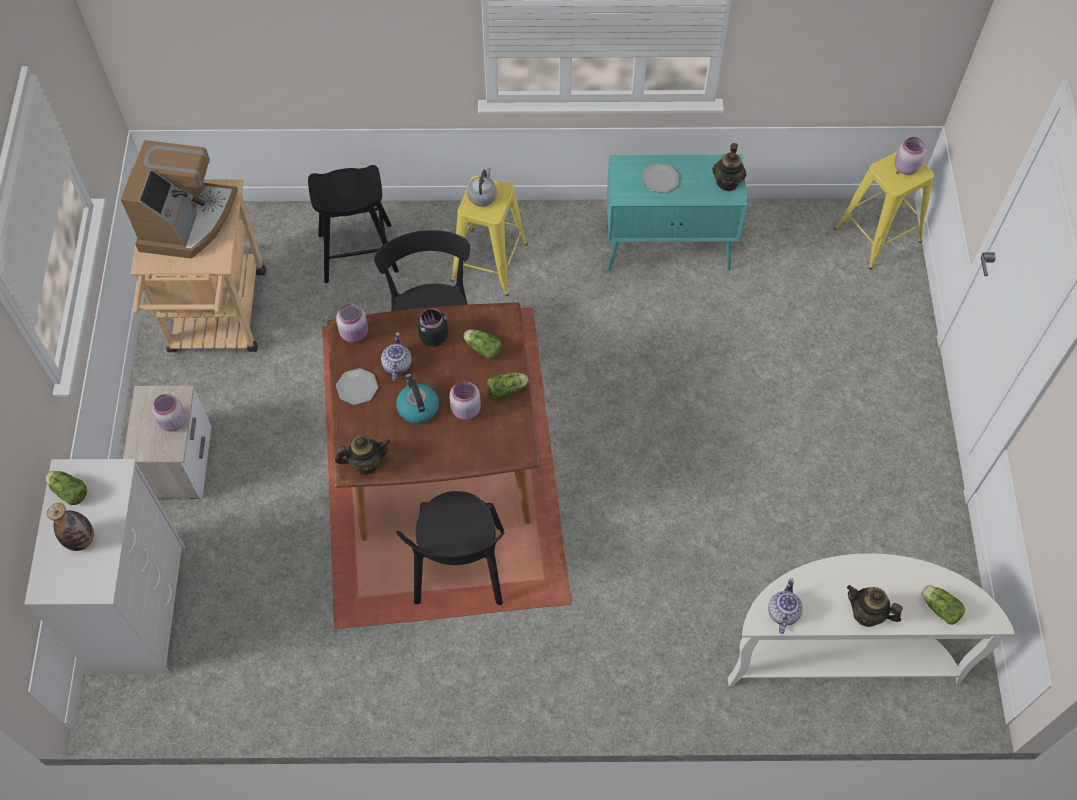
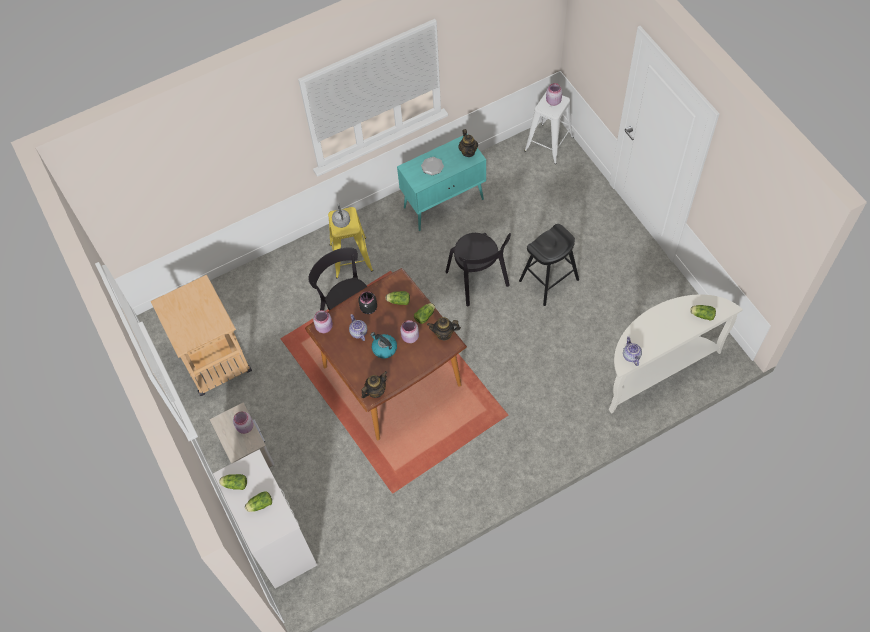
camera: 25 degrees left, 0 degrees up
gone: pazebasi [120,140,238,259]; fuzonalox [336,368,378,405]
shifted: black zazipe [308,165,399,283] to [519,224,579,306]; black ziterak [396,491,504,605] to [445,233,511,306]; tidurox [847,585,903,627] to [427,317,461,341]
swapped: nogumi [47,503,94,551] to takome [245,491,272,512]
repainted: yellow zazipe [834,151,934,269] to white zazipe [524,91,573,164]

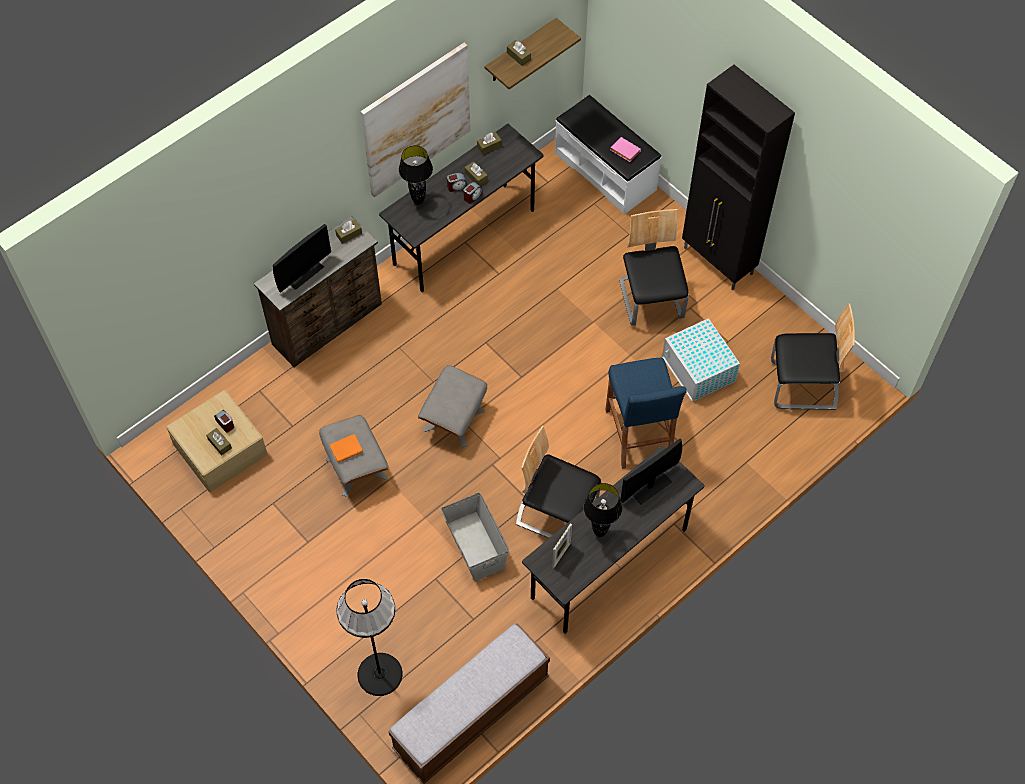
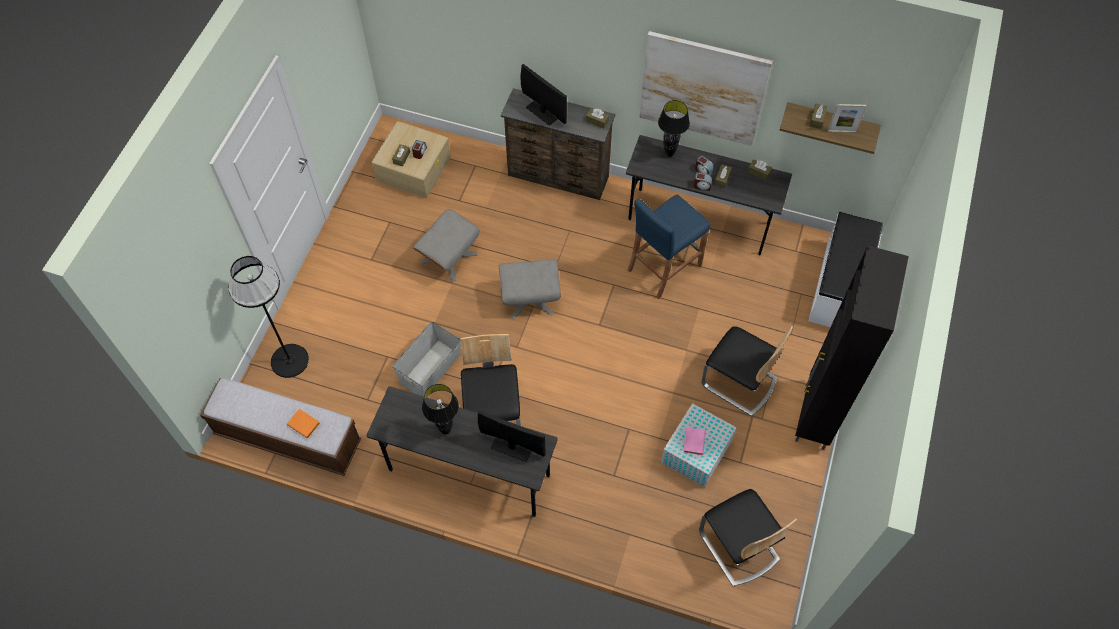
camera: 60 degrees right, 0 degrees up
shifted: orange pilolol [330,434,363,463] to [287,409,320,438]; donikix [552,523,572,568] to [828,104,866,133]; blue zazipe [605,357,687,469] to [627,195,710,299]; pink pilolol [611,137,641,162] to [683,427,705,455]
rotated: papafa [273,224,331,293] = [520,64,567,126] 150 degrees counterclockwise; ziterak [619,209,688,326] = [702,326,793,416] 75 degrees clockwise

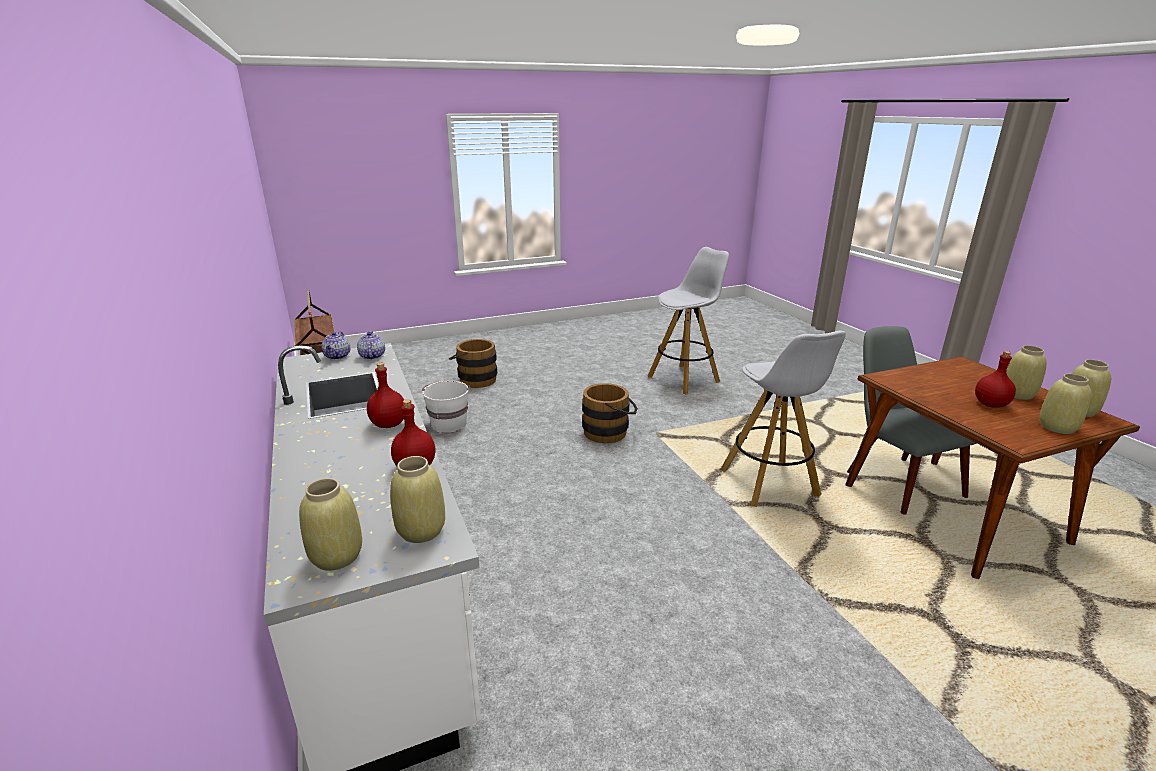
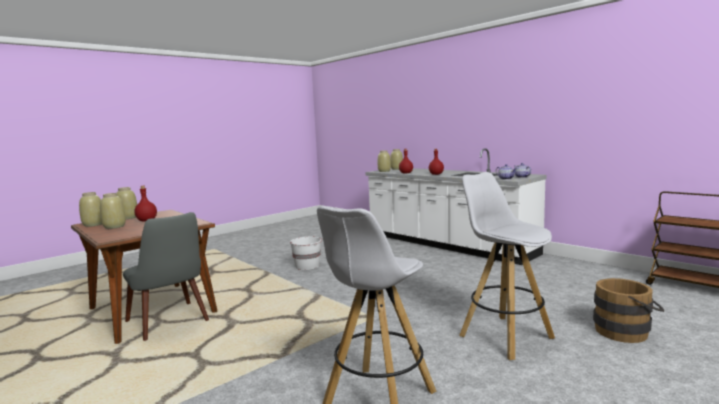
camera: 160 degrees right, 15 degrees down
gone: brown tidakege [582,383,638,443]
shifted: white tidakege [422,381,470,433] to [290,237,322,270]; white zazipe [720,331,846,507] to [459,172,555,360]

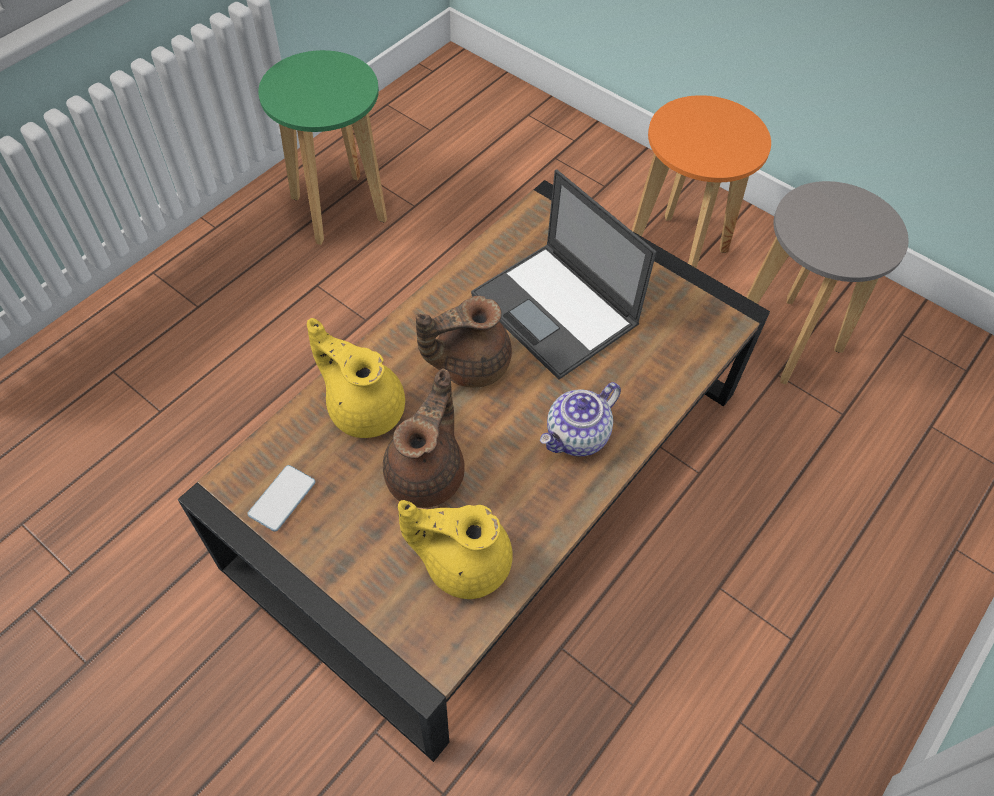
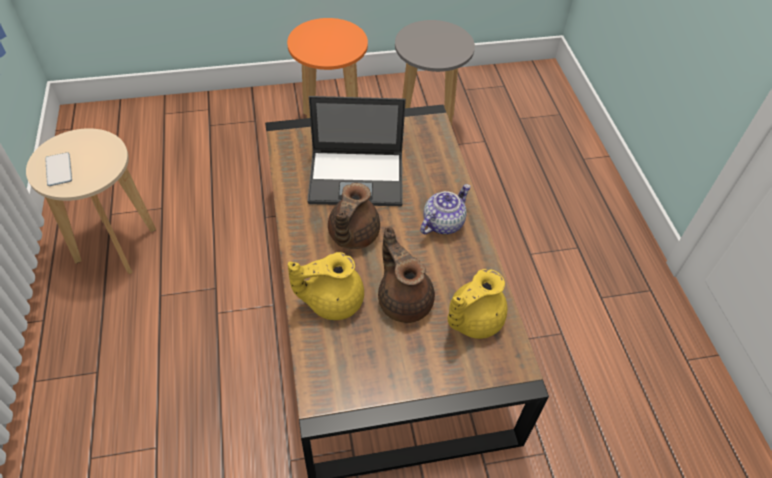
camera: 50 degrees left, 5 degrees down
shifted: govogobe [248,465,316,532] to [45,152,72,186]
repainted: green zazipe [258,50,387,245] to beige zazipe [26,128,156,274]
rotated: tidurox [540,382,621,456] = [420,184,470,234] 135 degrees counterclockwise

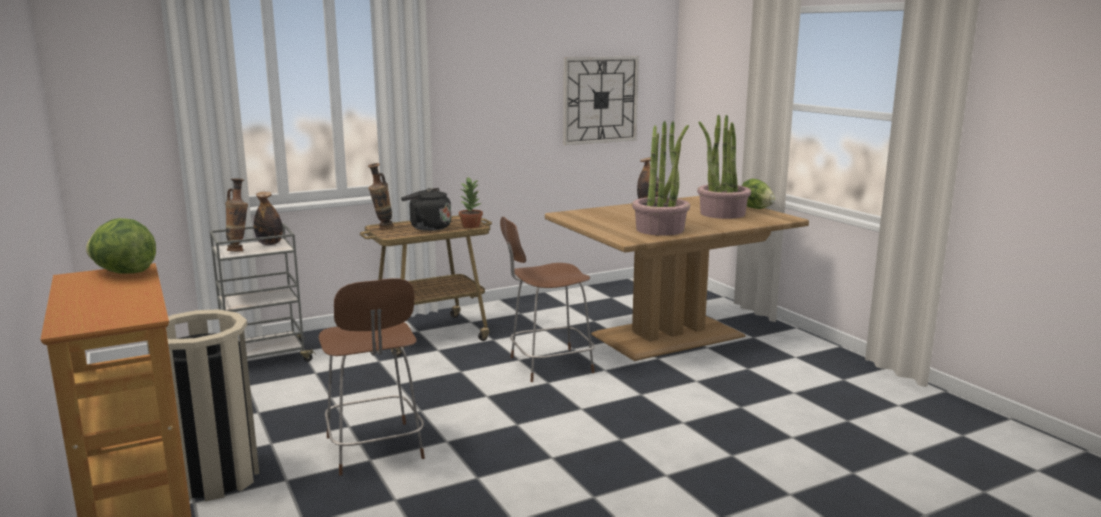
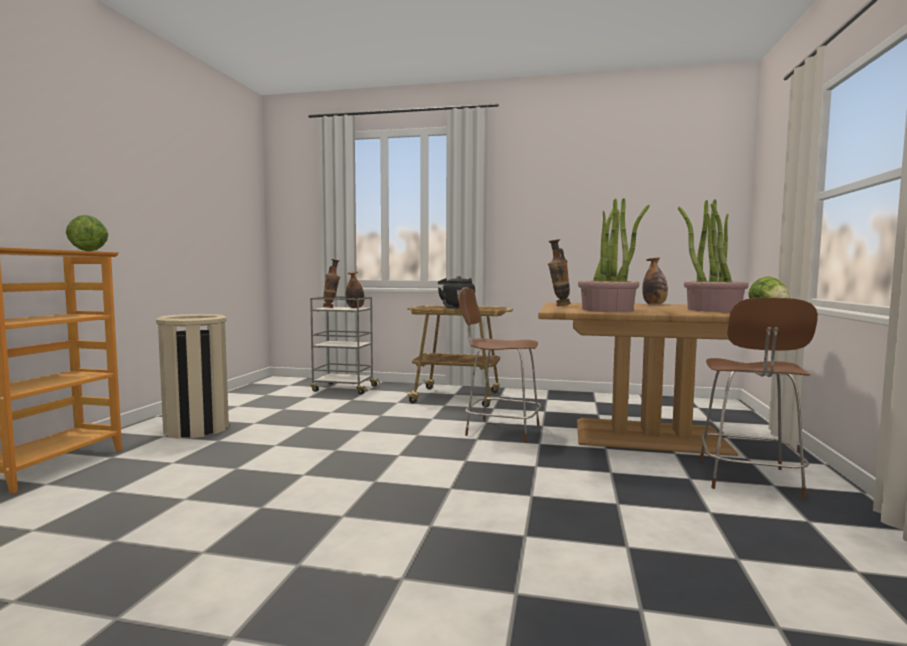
camera: 40 degrees right, 10 degrees down
gone: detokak [459,177,483,228]; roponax [563,56,639,145]
shifted: brown zazipe [319,278,425,476] to [700,298,818,499]; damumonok [368,163,394,230] to [548,239,571,306]

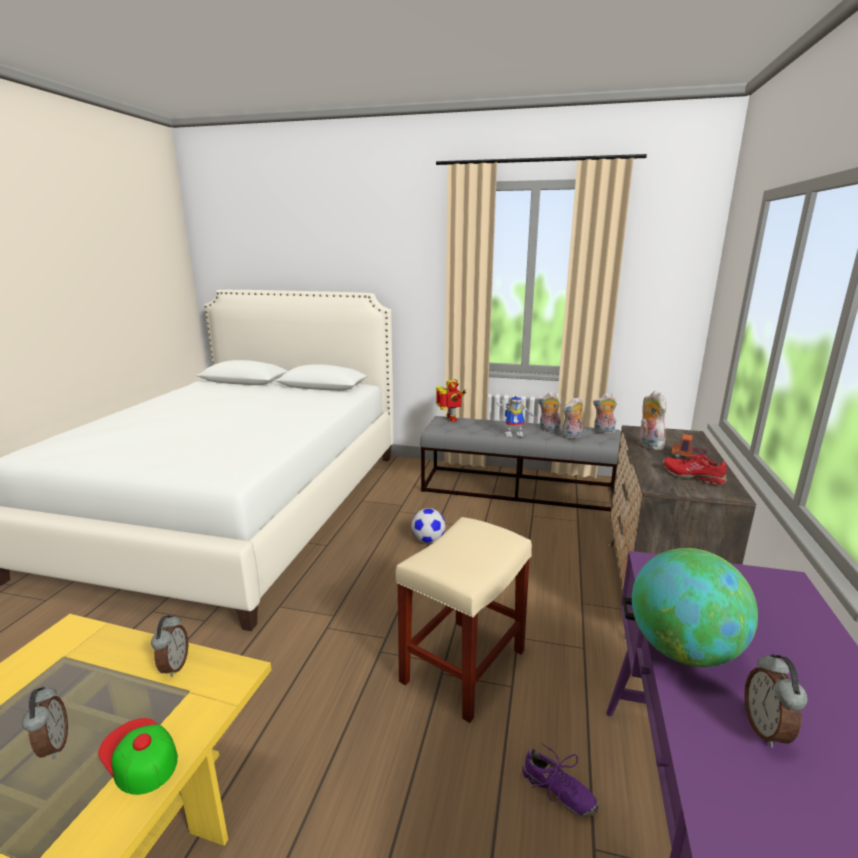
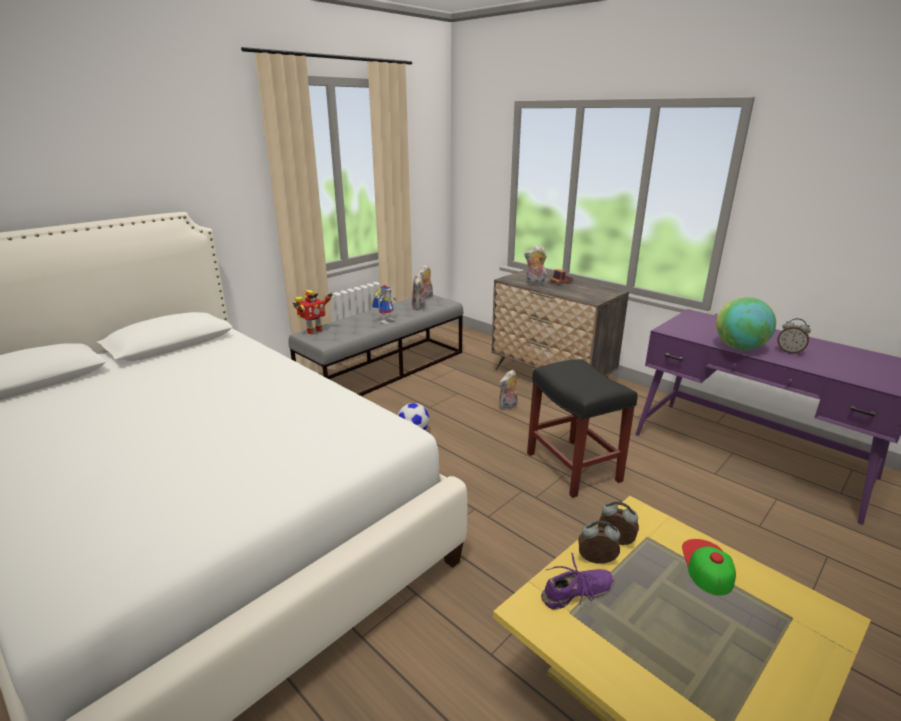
camera: 60 degrees left, 5 degrees up
gone: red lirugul [662,454,727,485]
shifted: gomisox [22,687,68,759] to [578,521,620,563]; purple lirugul [522,744,598,817] to [541,553,615,610]; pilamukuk [538,392,561,433] to [499,369,518,410]
repainted: beige zazipe [395,517,532,723] to black zazipe [527,359,637,498]
rotated: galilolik [98,718,178,795] = [682,539,736,595] 120 degrees clockwise; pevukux [436,379,466,422] = [293,290,333,334] 120 degrees clockwise

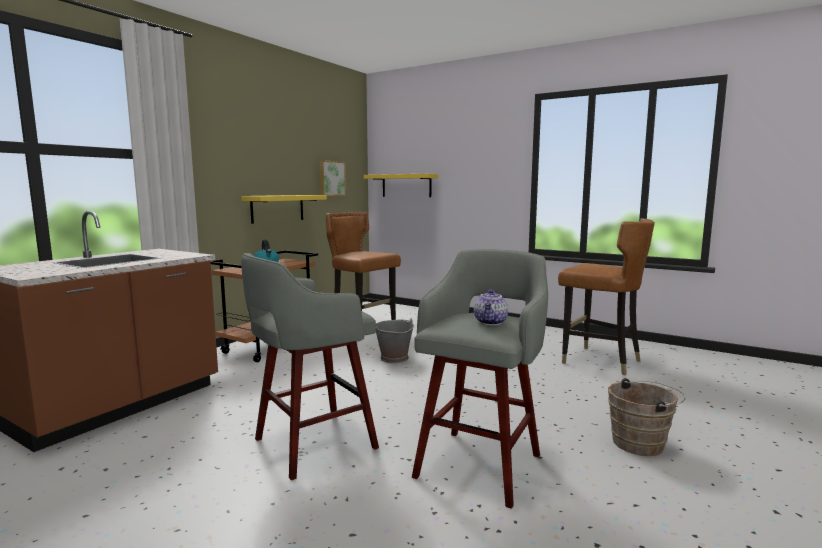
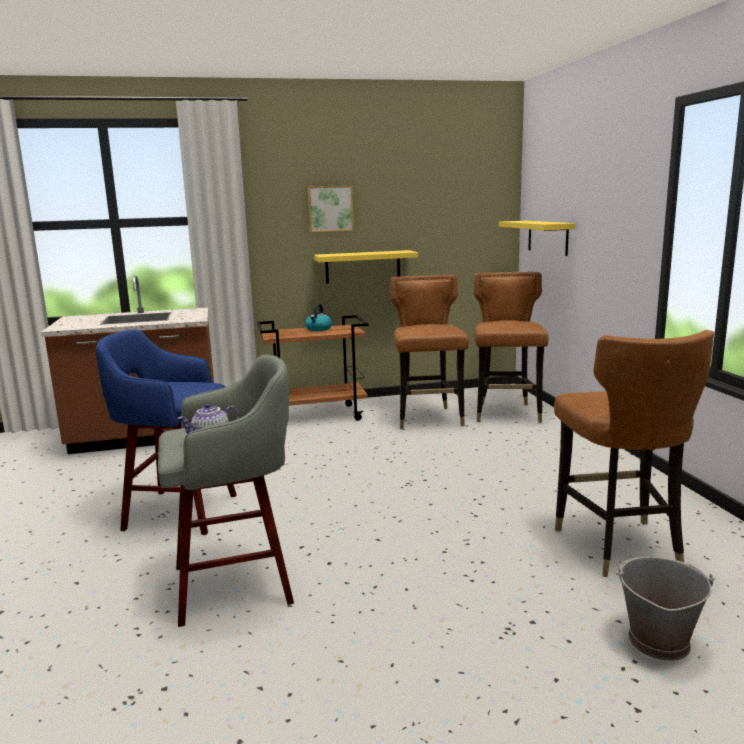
camera: 45 degrees right, 5 degrees up
gone: brown tidakege [608,378,686,456]
new: brown ziterak [474,272,549,423]
shifted: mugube [319,160,346,196] to [308,185,354,232]; grey tidakege [376,318,414,363] to [615,557,715,661]
repainted: grey zazipe [241,253,379,480] to blue zazipe [96,330,237,535]

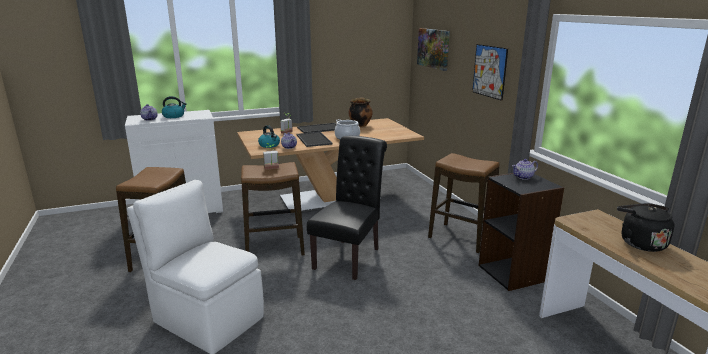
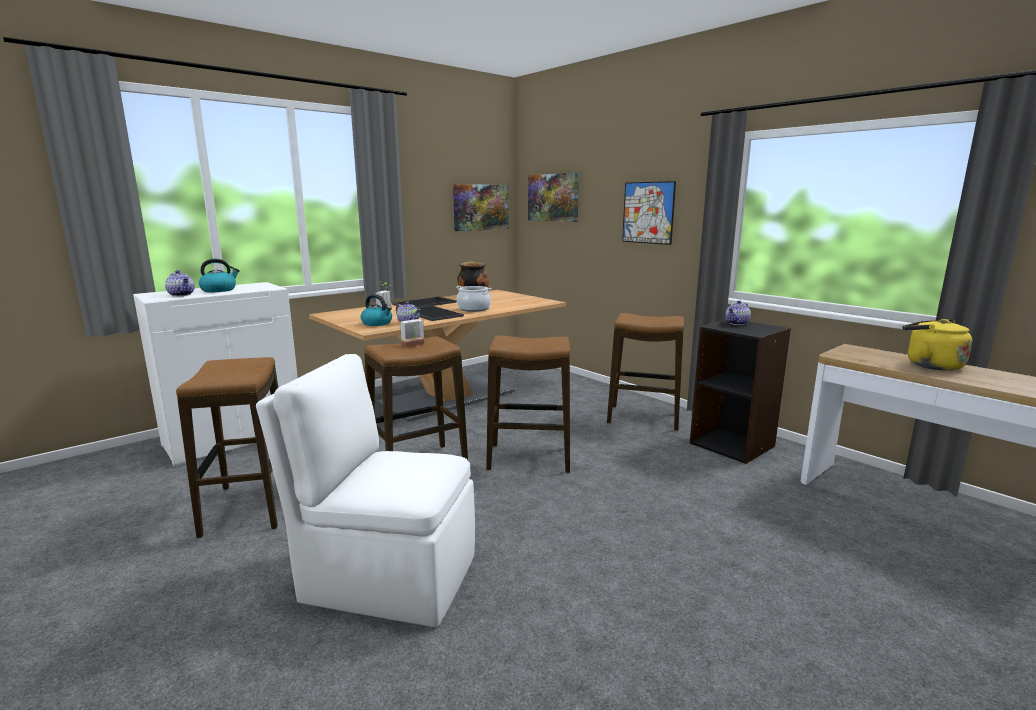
camera: 20 degrees left, 5 degrees down
new: mugube [453,184,509,231]
swapped: black ziterak [307,136,387,280] to zazipe [486,335,570,473]
repainted: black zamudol [617,203,674,252] to yellow zamudol [903,319,972,371]

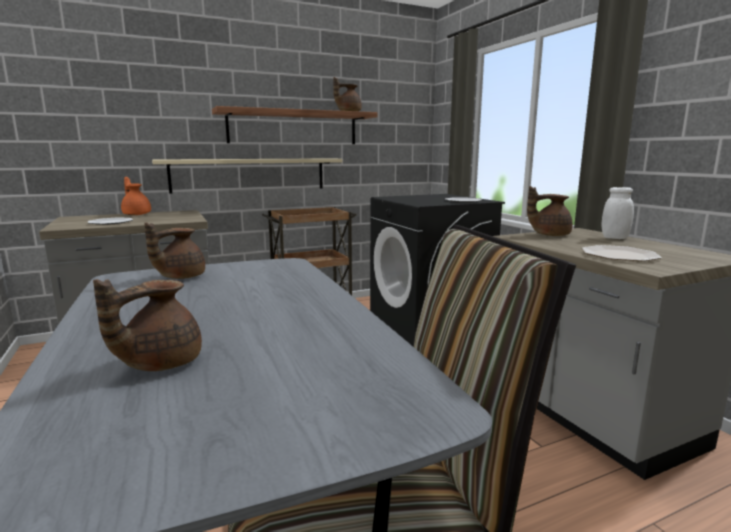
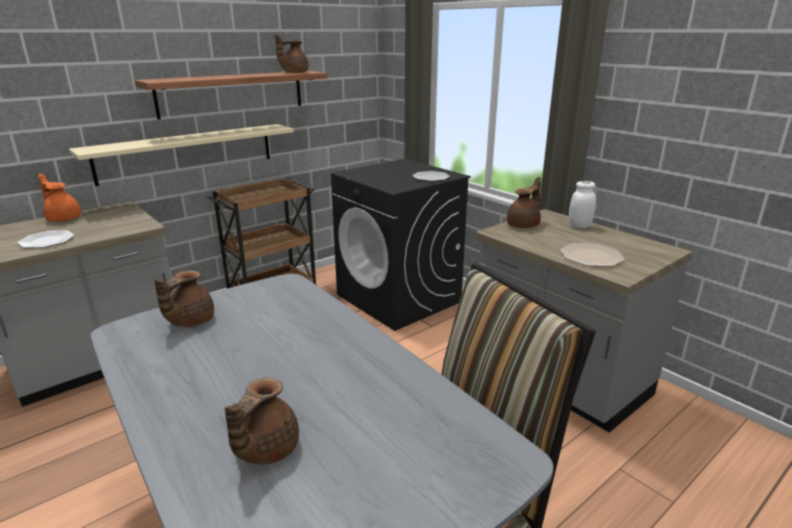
camera: 15 degrees left, 10 degrees up
rotated: brown tidurox [527,186,573,236] = [507,177,541,228] 150 degrees clockwise

